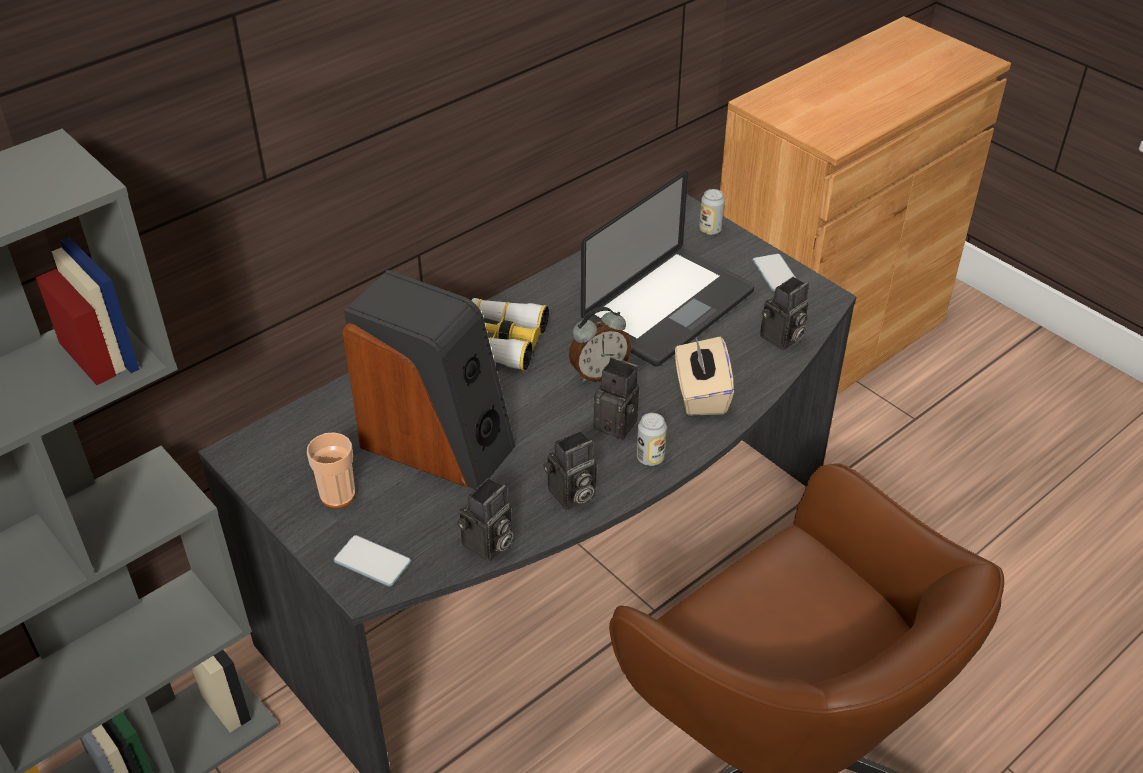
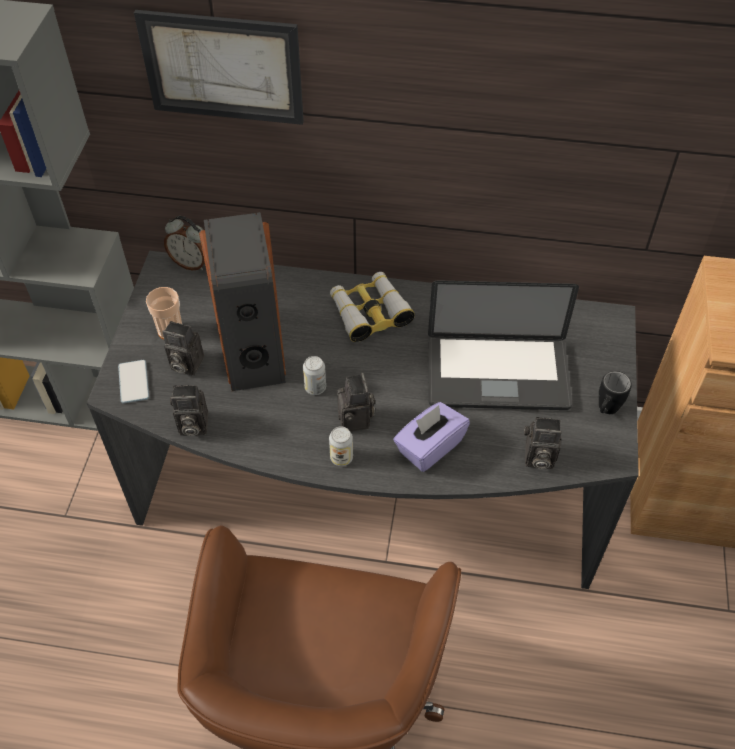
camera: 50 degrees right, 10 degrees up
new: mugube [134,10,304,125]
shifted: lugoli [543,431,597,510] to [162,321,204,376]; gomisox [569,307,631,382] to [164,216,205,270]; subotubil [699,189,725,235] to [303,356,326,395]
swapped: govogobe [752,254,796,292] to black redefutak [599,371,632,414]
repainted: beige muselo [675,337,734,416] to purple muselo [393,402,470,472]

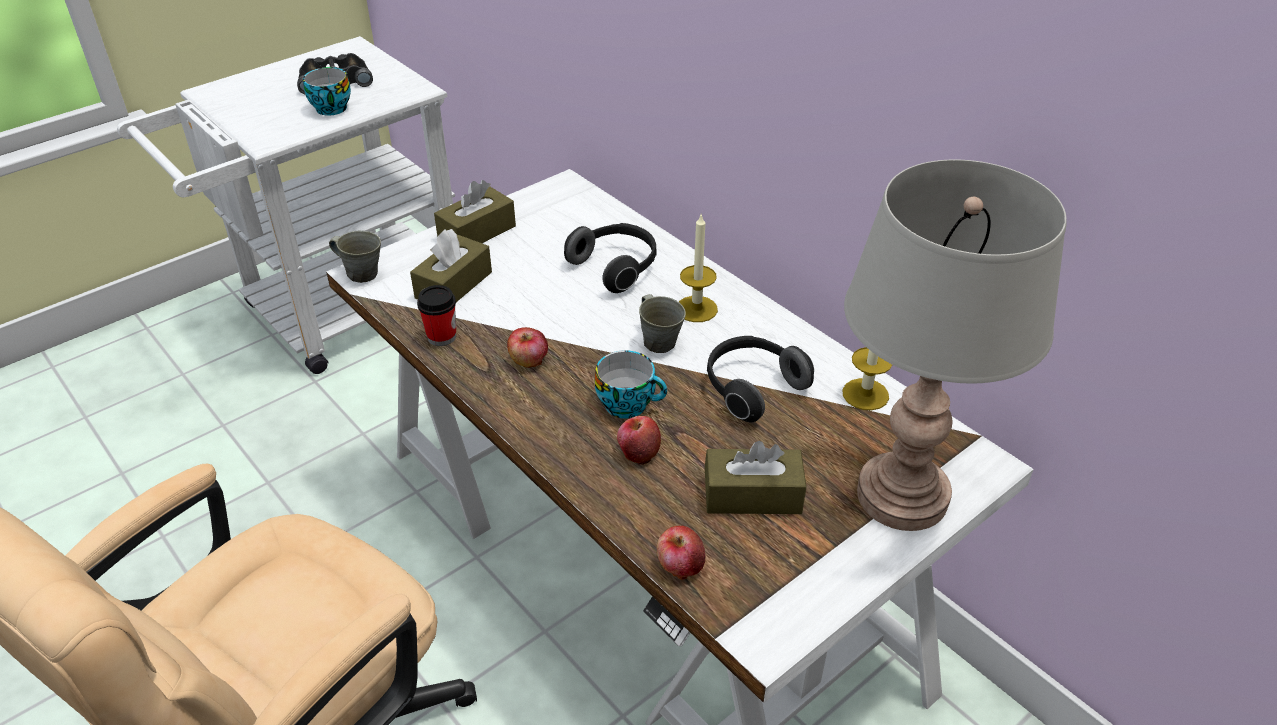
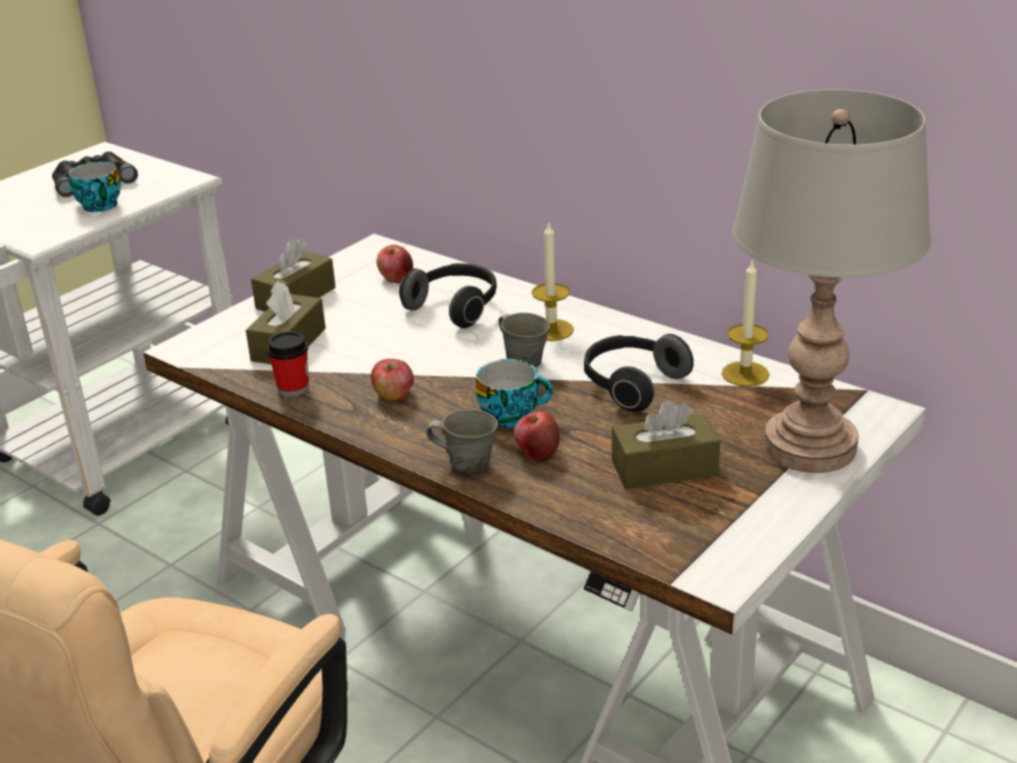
camera: 10 degrees left, 10 degrees down
shifted: grey redefutak [329,231,381,283] to [426,409,498,475]; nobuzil [657,526,705,580] to [376,245,413,284]

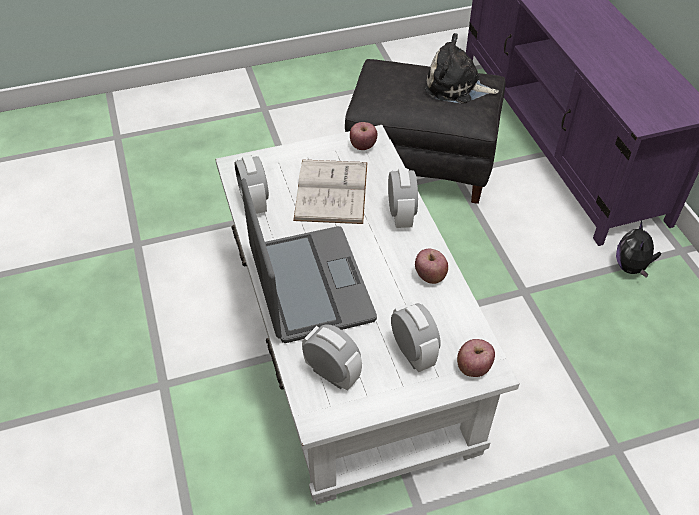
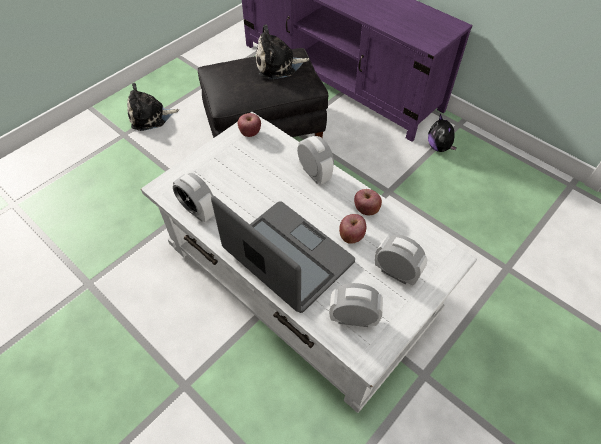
camera: 30 degrees left, 5 degrees up
gone: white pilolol [293,159,368,224]
new: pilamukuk [127,83,179,131]
shifted: nobuzil [457,339,495,377] to [339,214,366,244]

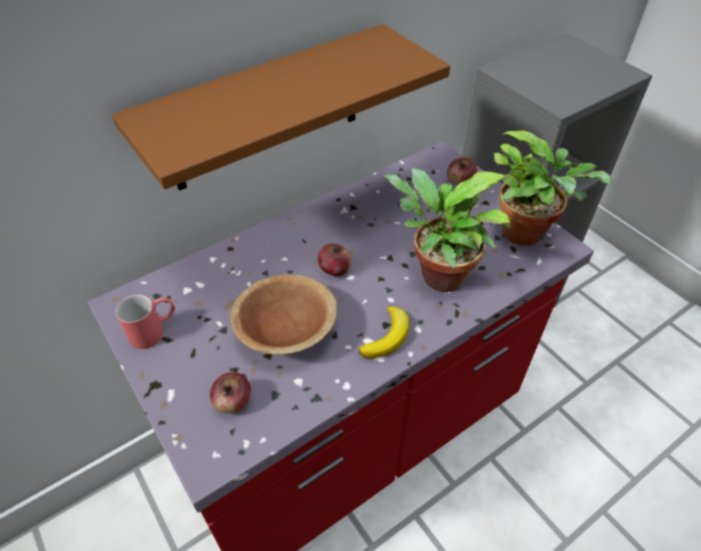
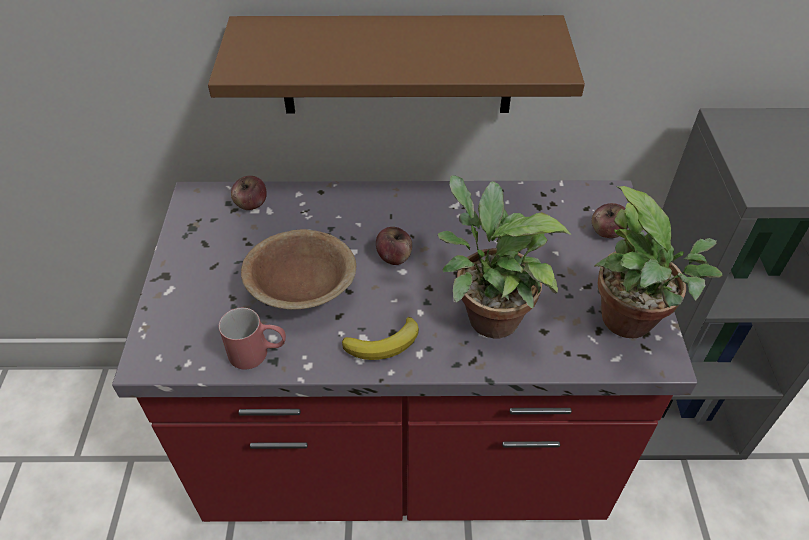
camera: 35 degrees right, 0 degrees up
shifted: red redefutak [116,295,175,349] to [219,308,286,369]; nobuzil [210,372,251,413] to [231,176,267,210]

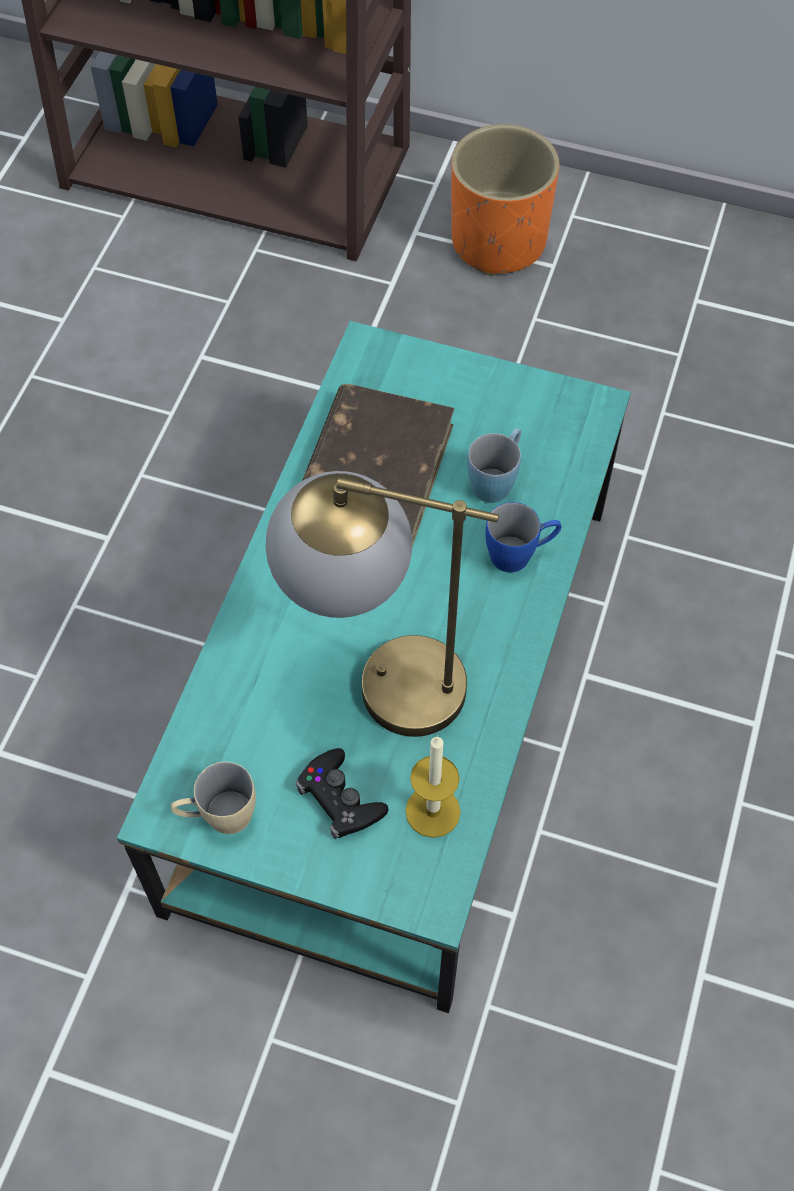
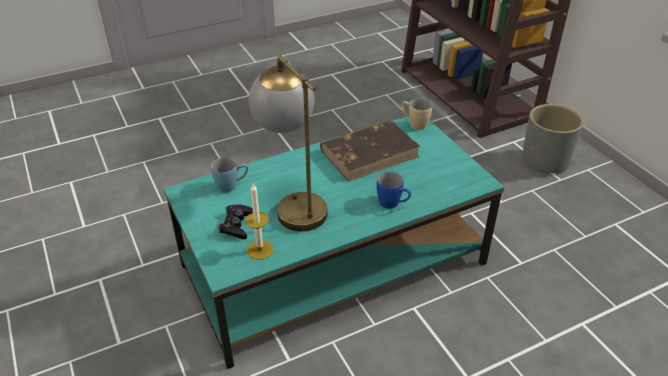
camera: 45 degrees right, 20 degrees down
shifted: beige redefutak [171,762,256,834] to [401,98,432,130]; blue redefutak [467,428,521,503] to [211,157,248,193]
repainted: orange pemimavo [451,124,559,276] to grey pemimavo [522,104,583,174]

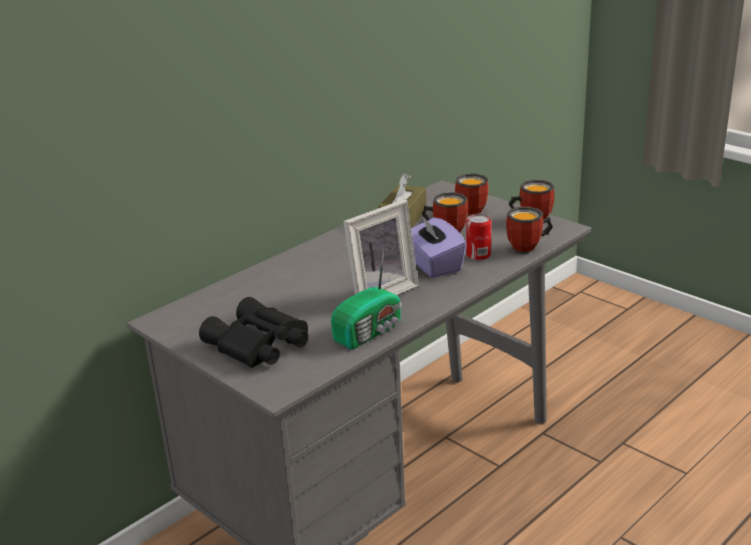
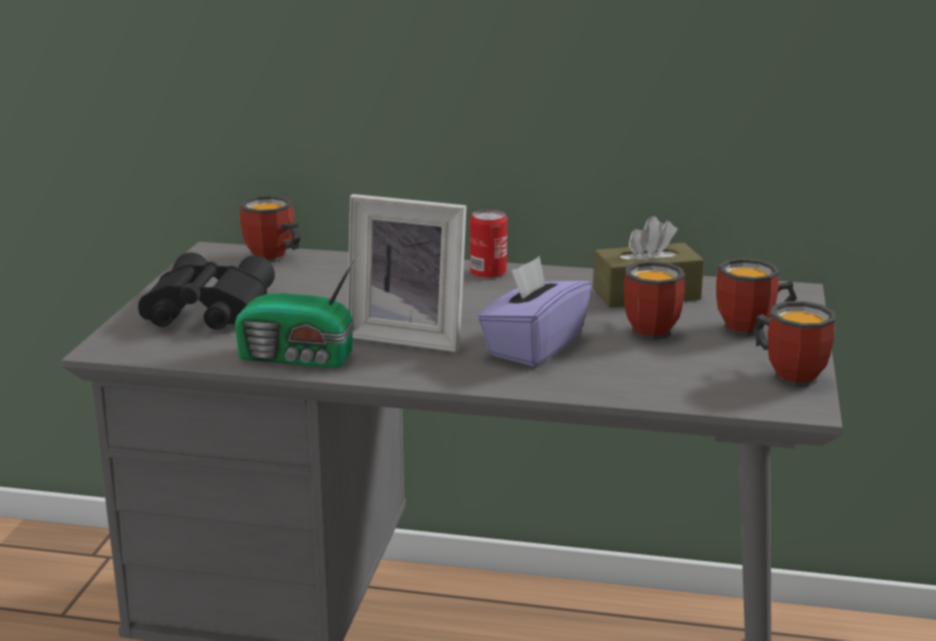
camera: 55 degrees right, 5 degrees down
shifted: subotubil [466,214,491,260] to [470,210,507,279]; redefutak [506,207,553,254] to [240,195,301,263]

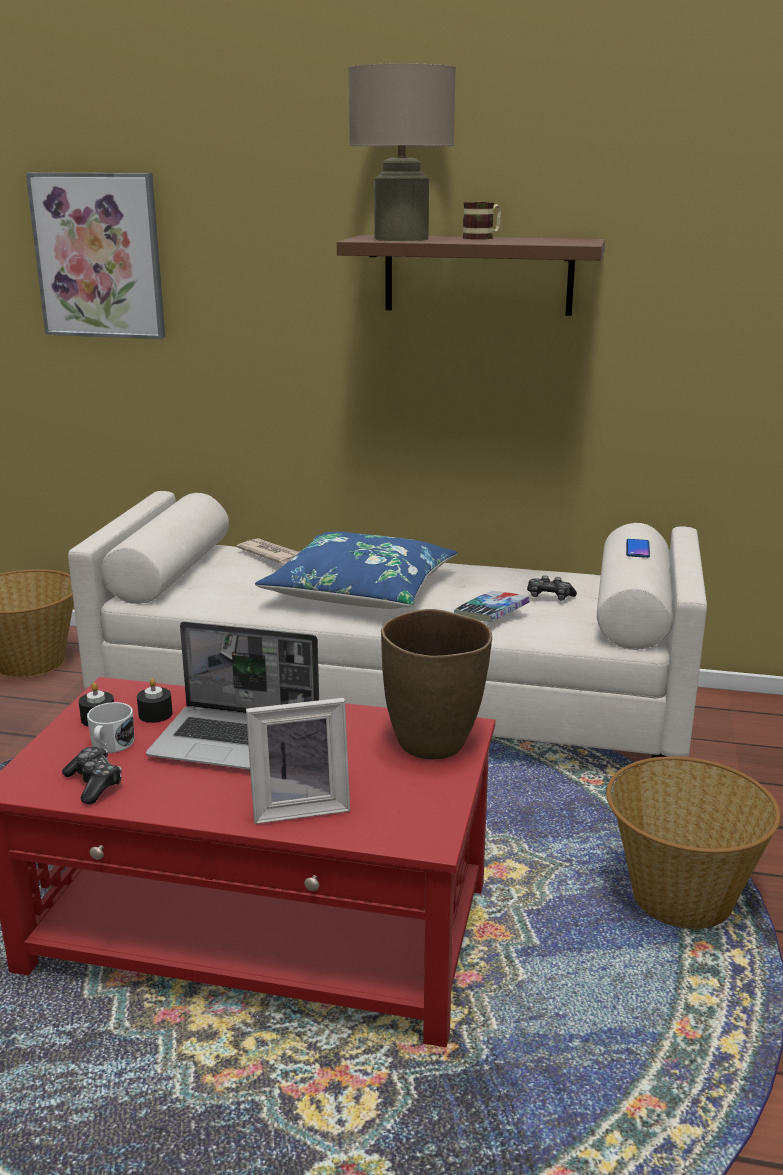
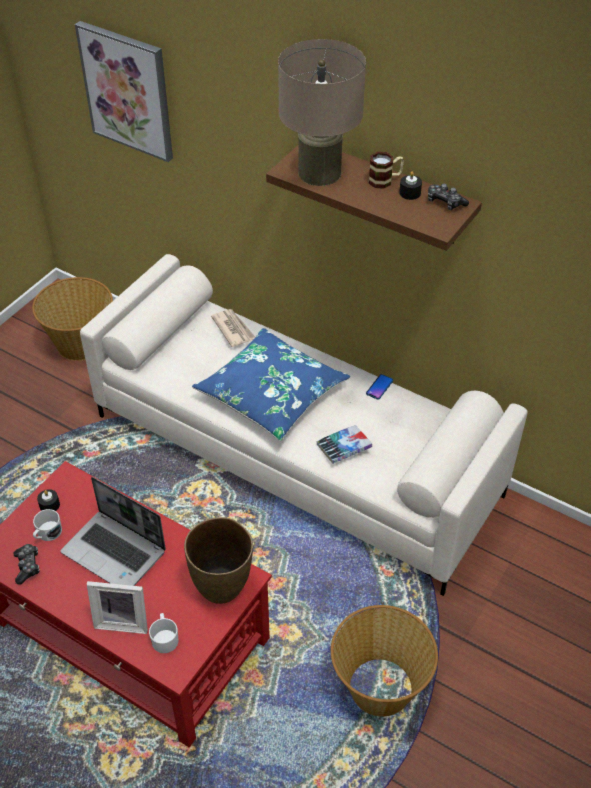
camera: 20 degrees right, 25 degrees up
new: white redefutak [149,613,179,653]
shifted: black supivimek [137,679,173,723] to [399,171,422,200]; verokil [527,575,577,601] to [428,184,469,210]; govogobe [626,539,650,558] to [366,374,393,399]

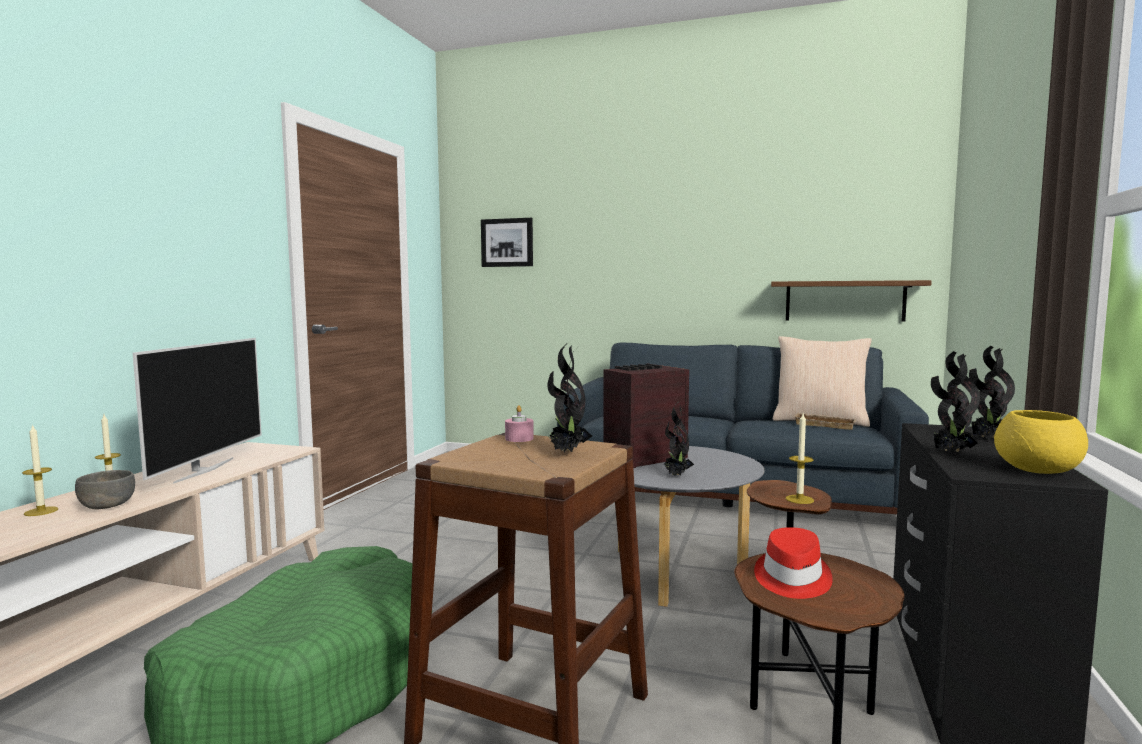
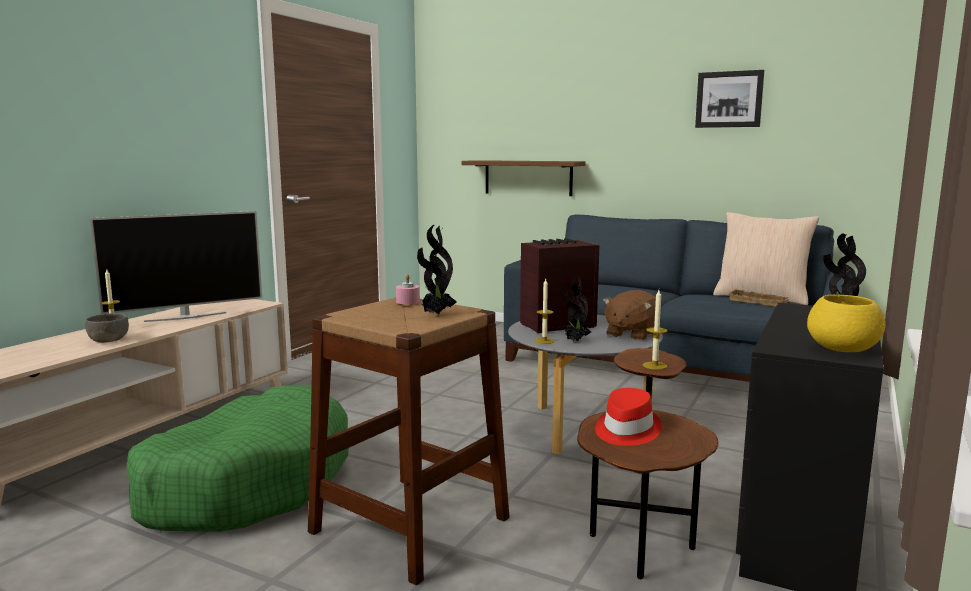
camera: 10 degrees right, 5 degrees up
gone: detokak [931,351,980,454]
new: brown pilamukuk [603,290,656,341]
shifted: supivimek [22,424,59,516] to [535,279,554,344]; mugube [481,218,533,267] to [695,70,764,128]; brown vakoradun [771,280,932,321] to [462,160,585,196]
rotated: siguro [133,338,262,484] = [90,211,262,322] 45 degrees clockwise

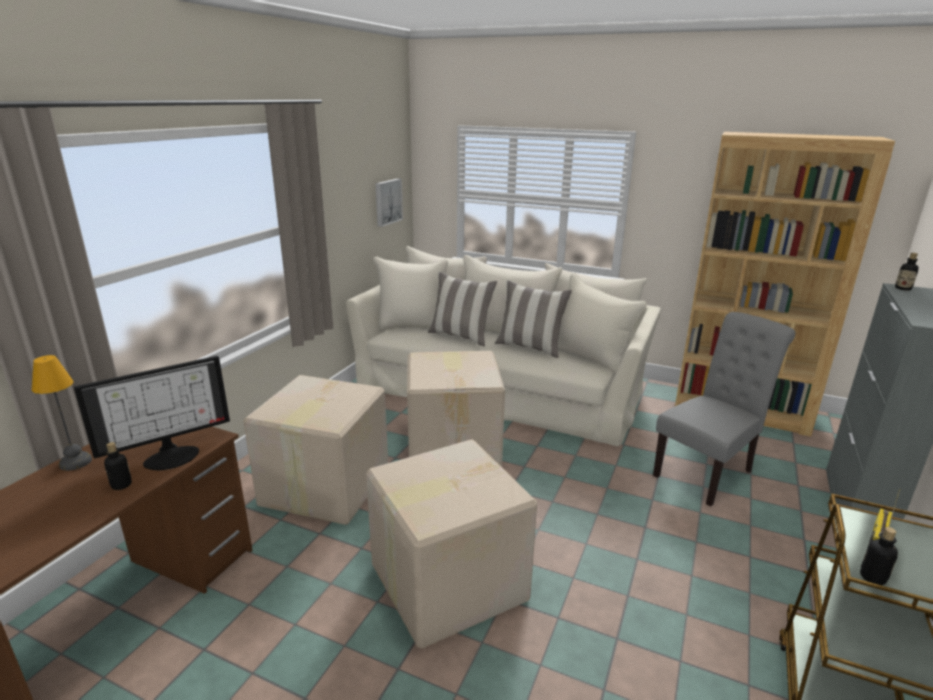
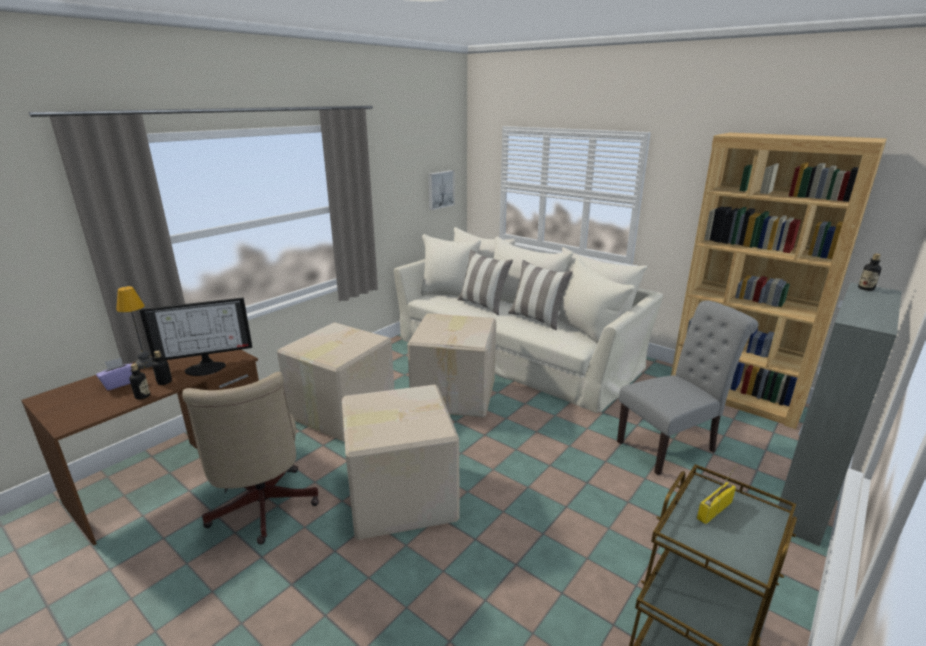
camera: 15 degrees right, 0 degrees up
new: purple muselo [96,358,133,390]; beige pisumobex [182,372,319,544]
shifted: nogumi [860,527,898,585] to [129,363,150,399]

